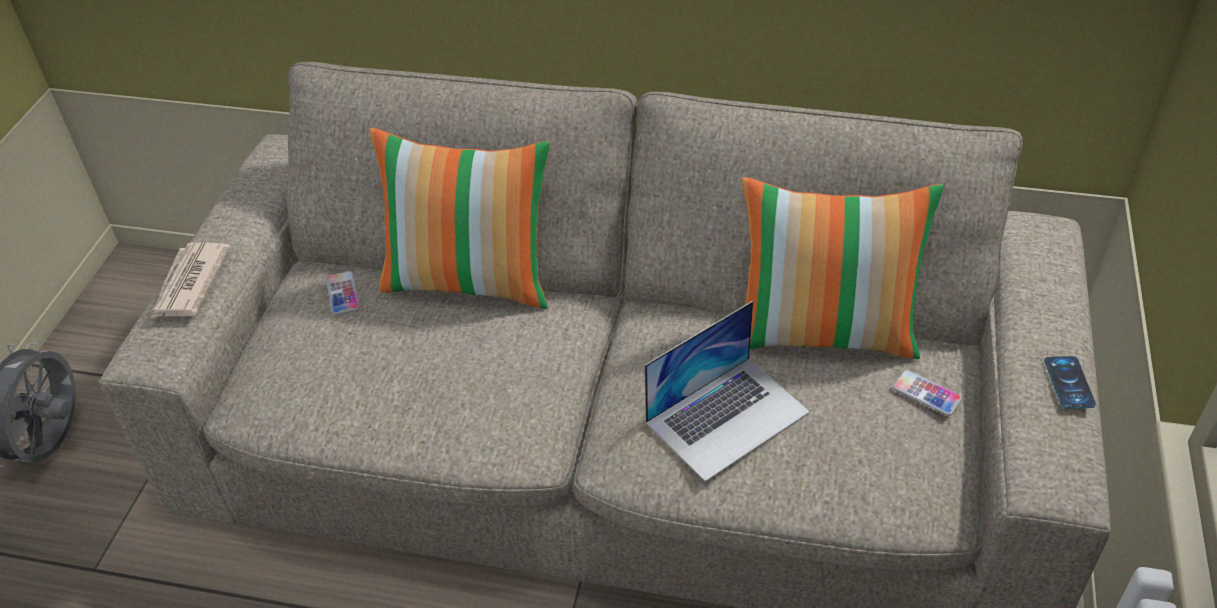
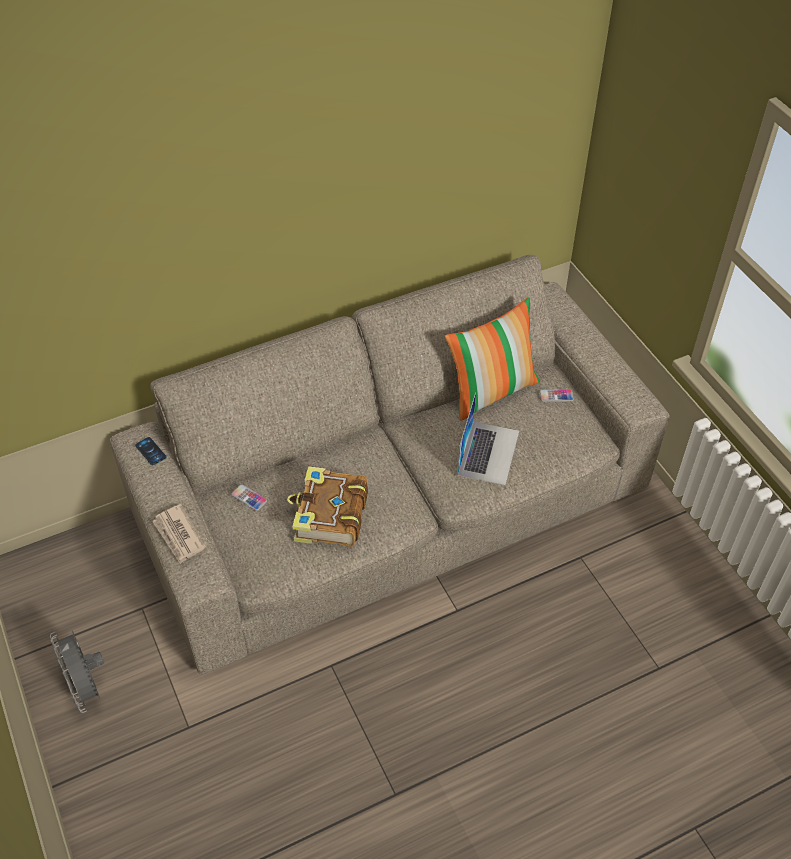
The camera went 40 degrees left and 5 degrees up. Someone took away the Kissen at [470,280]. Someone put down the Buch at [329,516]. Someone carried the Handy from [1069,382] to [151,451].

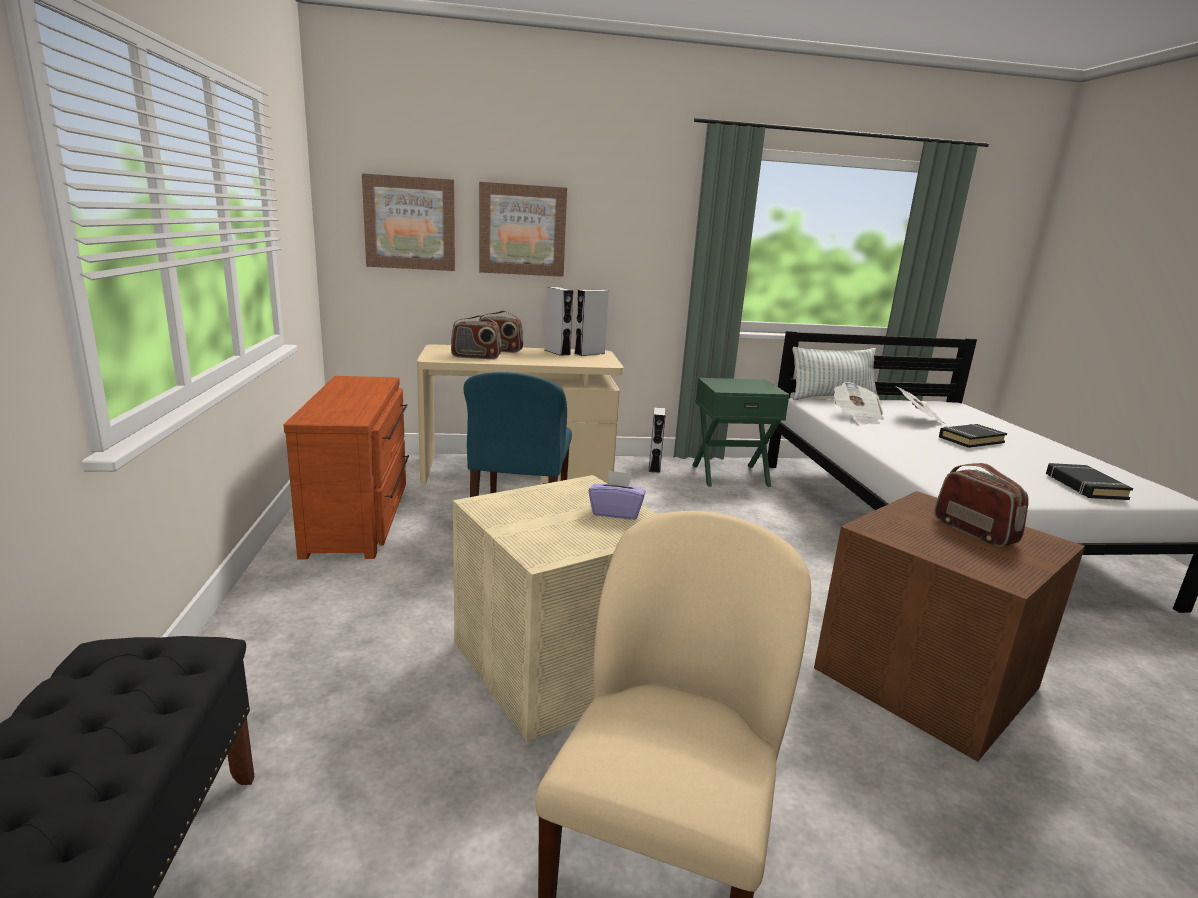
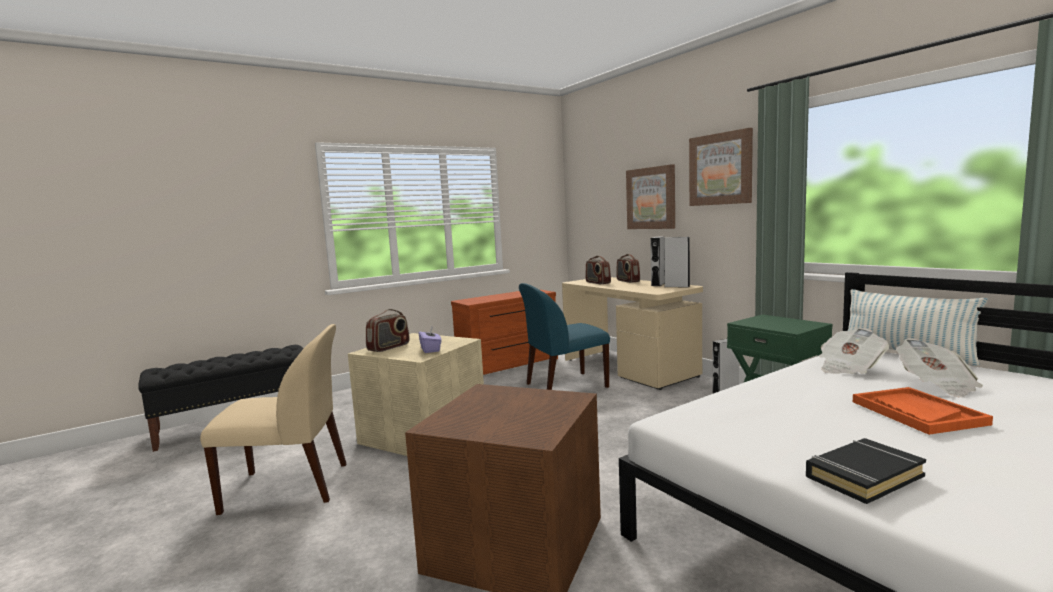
The camera went 65 degrees right and 10 degrees down. Someone carried the Bild from [410,223] to [720,169]. Someone carried the Radio from [974,531] to [389,347]. Someone swapped the Buch [schwarz] at [970,440] for the Tablett [orange] at [917,412].

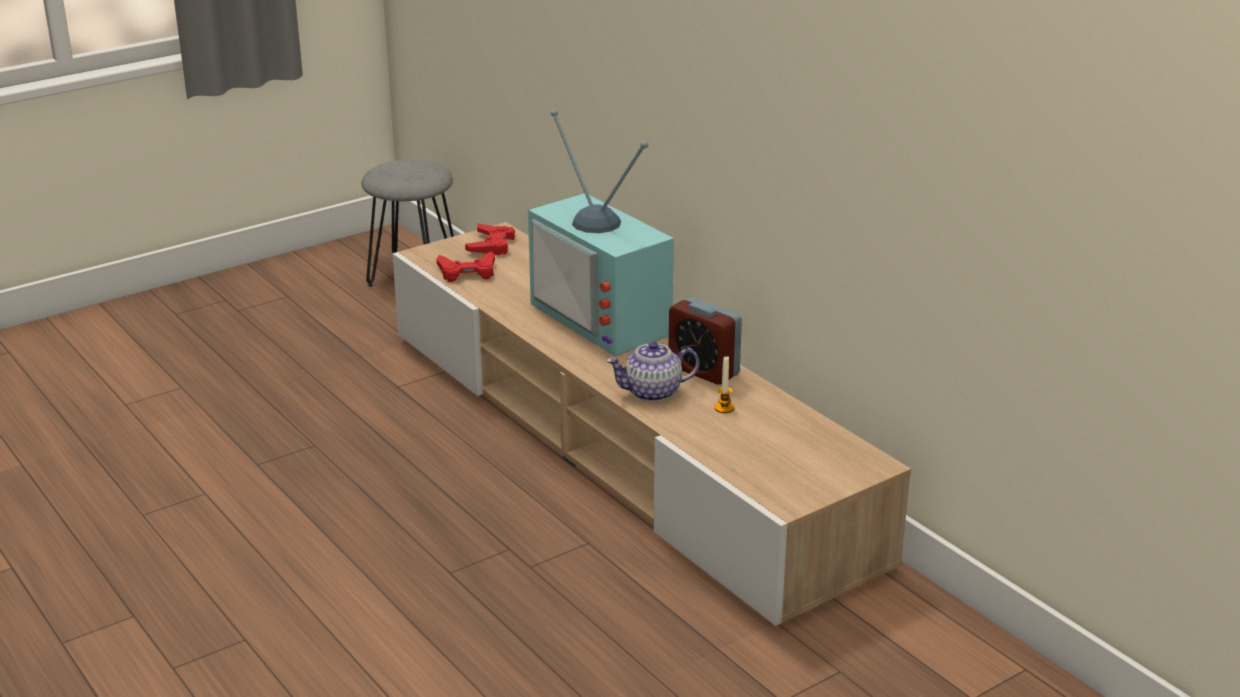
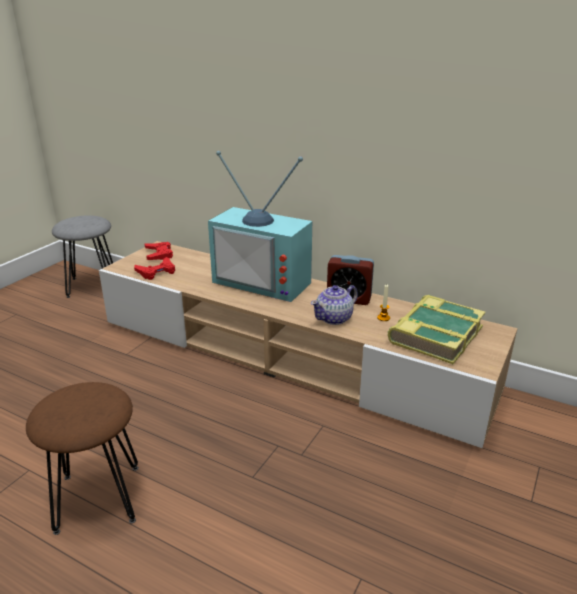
The camera went 25 degrees left and 0 degrees up. Someone put down the Hocker [braun] at [98,497]. Someone put down the Buch at [435,335].

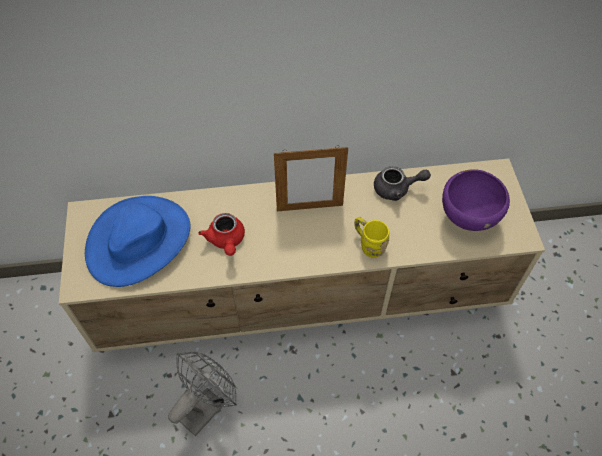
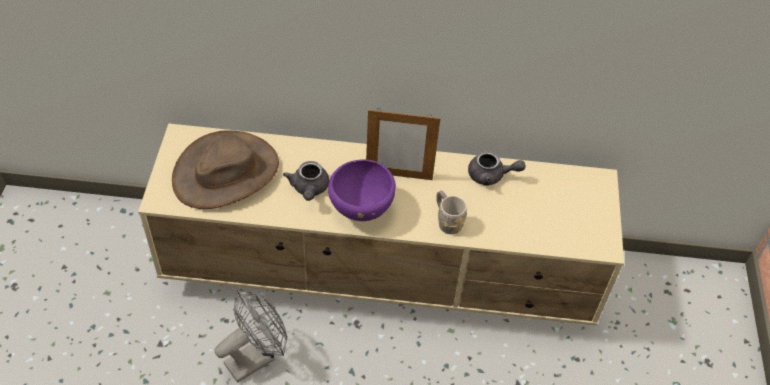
The camera went 10 degrees right and 5 degrees down. Someone carried the Schüssel [lila] from [467,218] to [361,210]. Someone repainted the Hut [blau] at [139,241], which became the Hut [braun] at [226,172]. Someone repainted the Teekanne [rot] at [226,241], which became the Teekanne [grau] at [309,189]. Someone repainted the Henkelbecher [gelb] at [368,244], which became the Henkelbecher [grau] at [447,221].

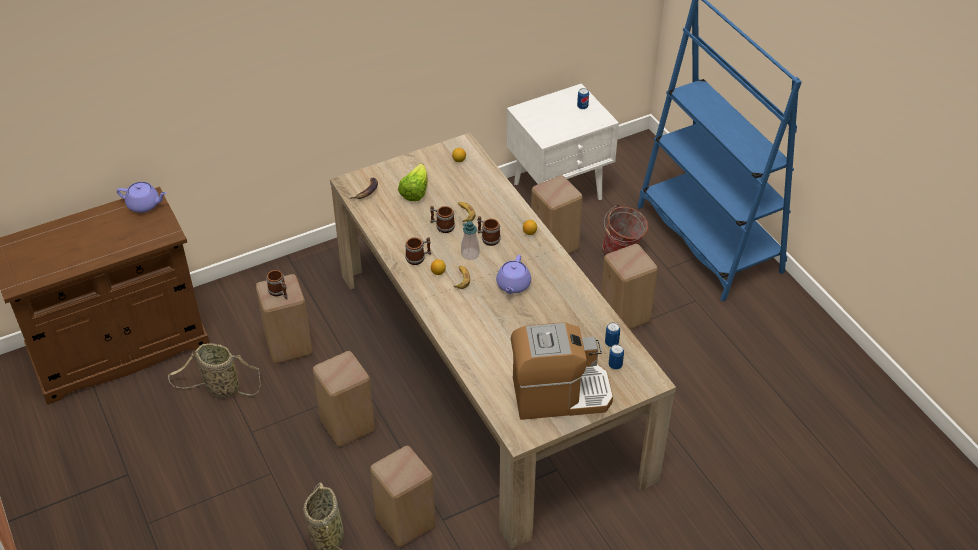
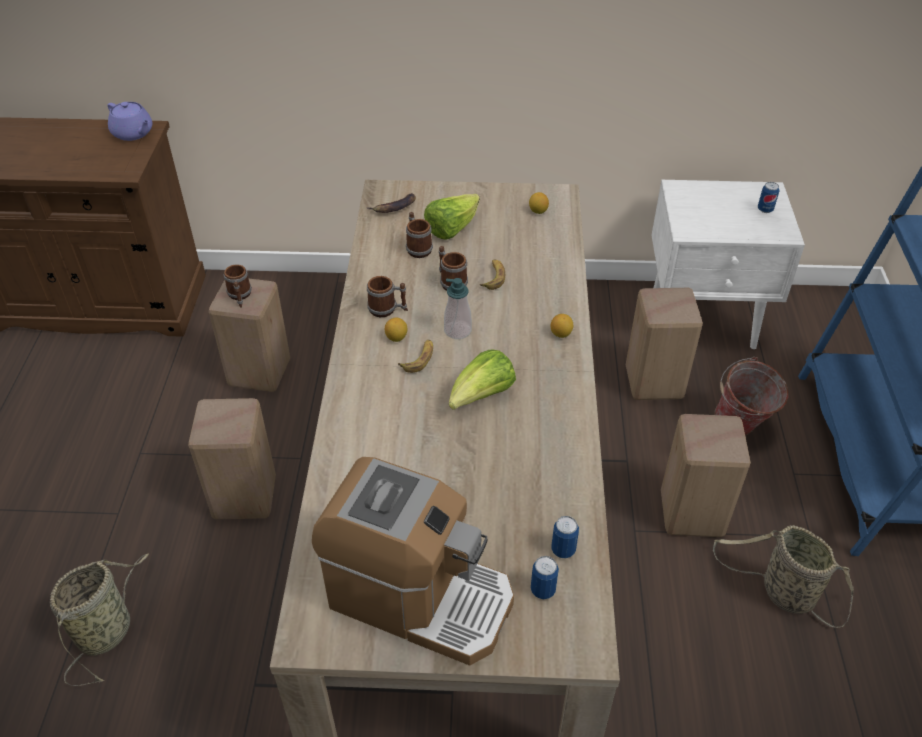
The camera went 30 degrees right and 0 degrees up. Someone took away the Hocker [beige] at [403,522]. Someone carried the Korb from [220,388] to [783,592]. Someone carried the Henkelbecher from [488,238] to [417,247]. Someone swapped the Teekanne [lila] at [513,285] for the Salatkopf at [482,396].

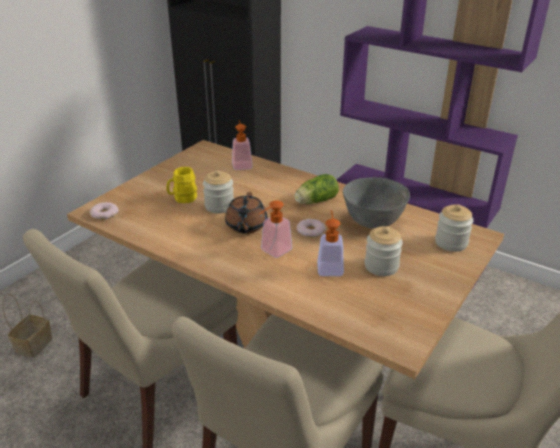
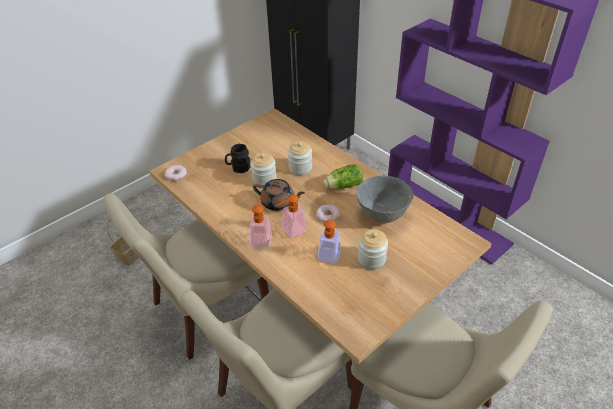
The camera went 15 degrees right and 10 degrees up. Someone carried the Seifenspender from [241,164] to [261,237]. Someone carried the Vorratsglas from [451,243] to [300,168]. Someone repainted the Henkelbecher [gelb] at [182,198], which became the Henkelbecher [schwarz] at [238,168]. Someone rotated the Teekanne [braun] at [246,226] by 90 degrees counterclockwise.

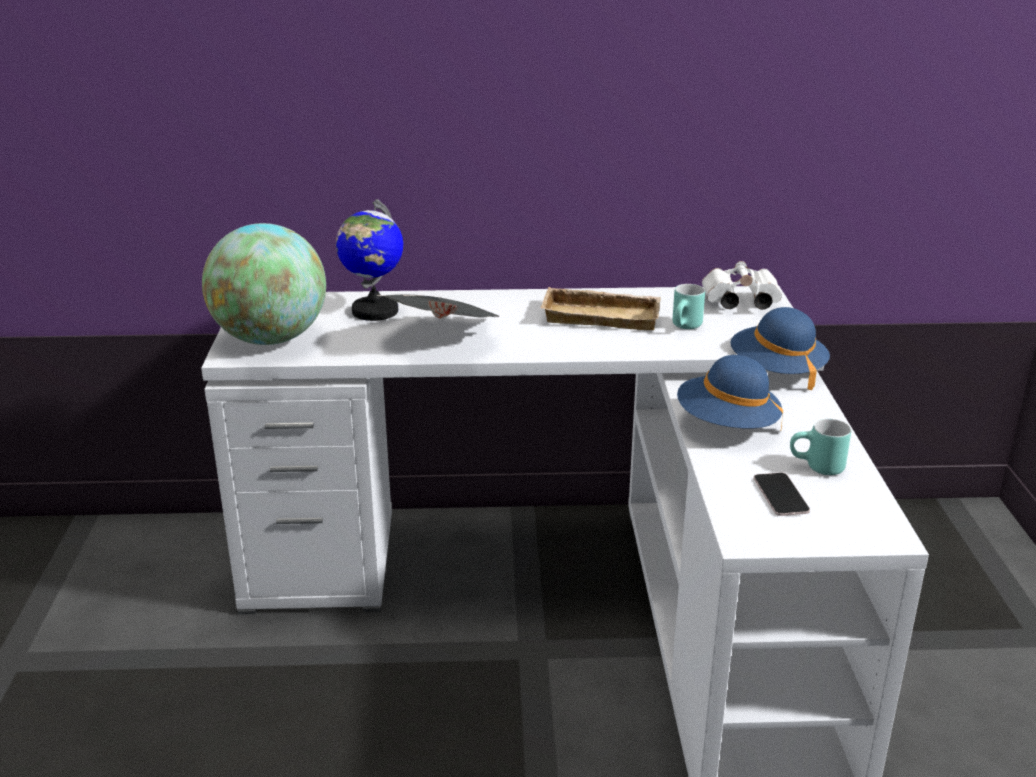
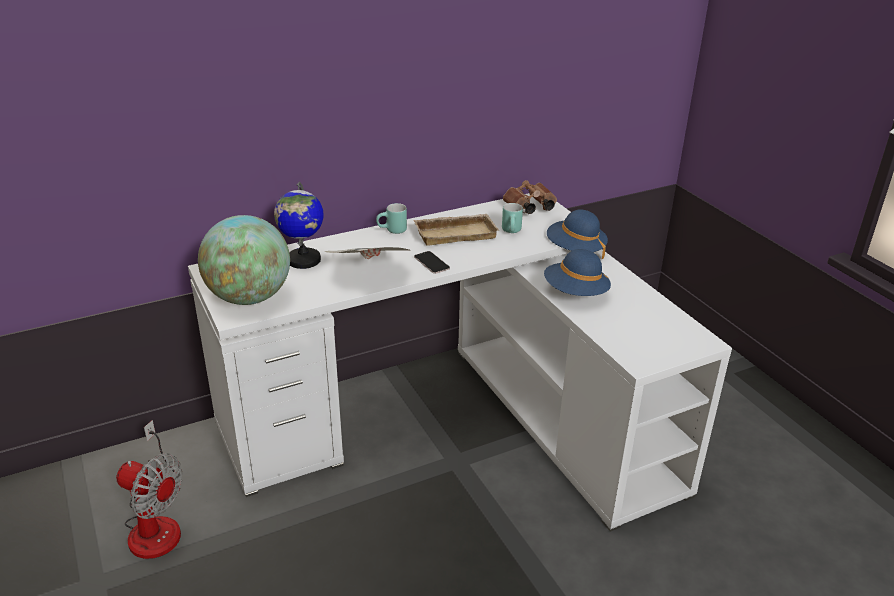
The camera went 25 degrees left and 5 degrees up. Someone put down the Ventilator at [156,523]. Someone carried the Handy from [780,495] to [431,263]. Someone carried the Henkelbecher [türkis] from [817,468] to [392,231]. Someone repainted the Fernglas [weiß] at [738,303], which became the Fernglas [braun] at [529,208].

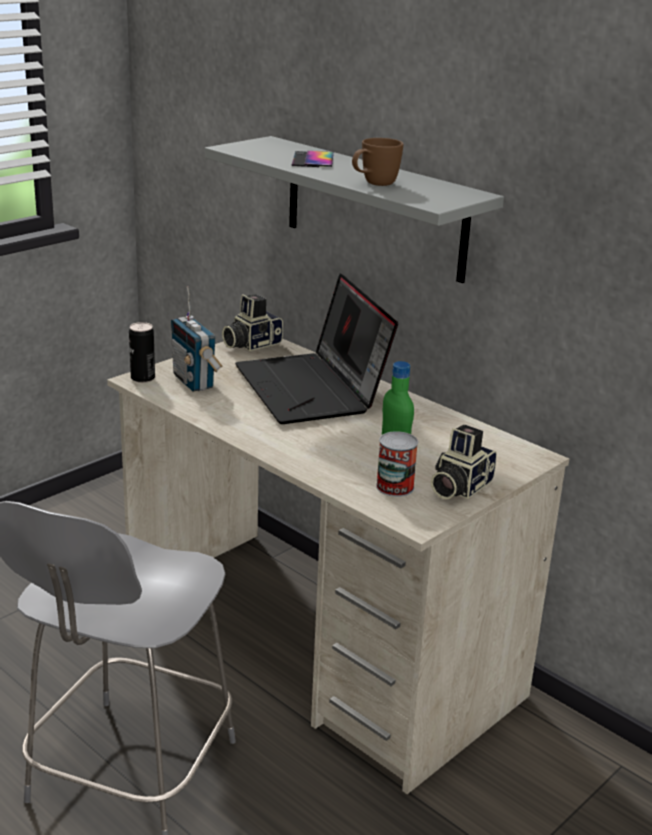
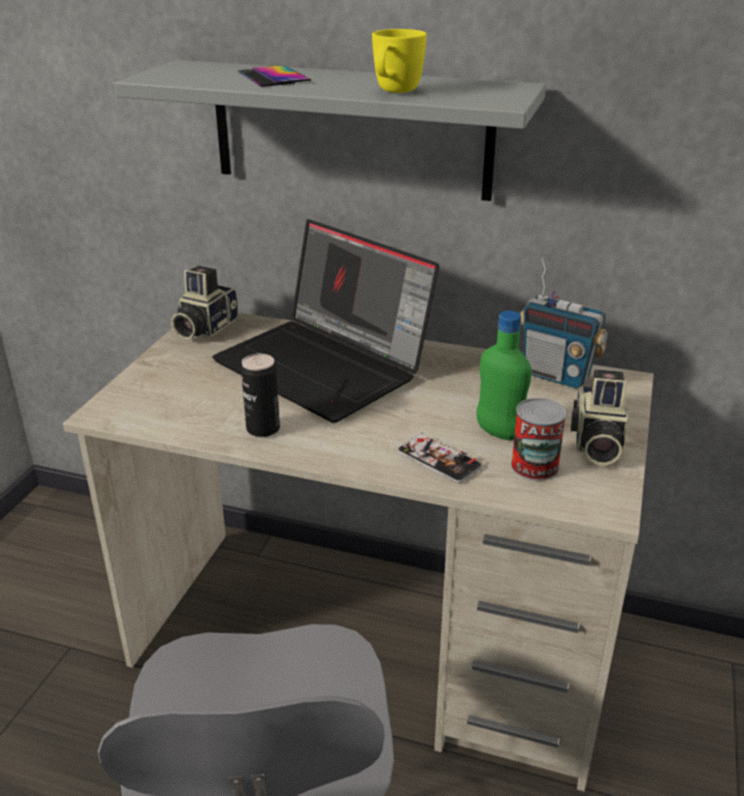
The camera went 25 degrees left and 5 degrees up. Someone put down the Handy at [439,460]. Someone carried the Dose from [143,378] to [263,429]. Someone carried the Radio from [194,382] to [556,375]. Someone repainted the Henkelbecher [braun] at [374,185], which became the Henkelbecher [gelb] at [394,93].

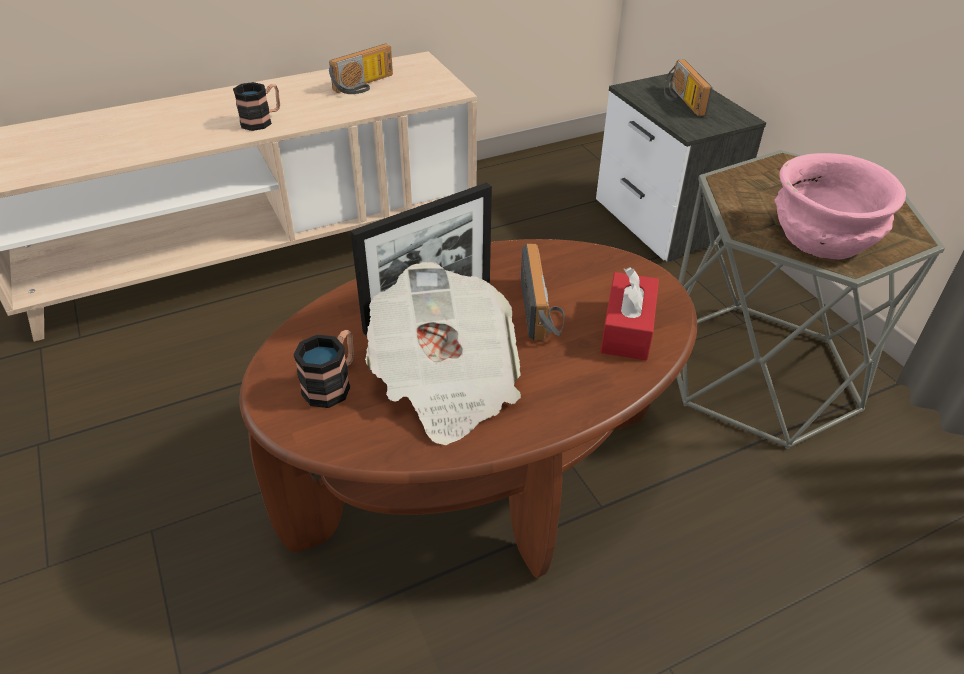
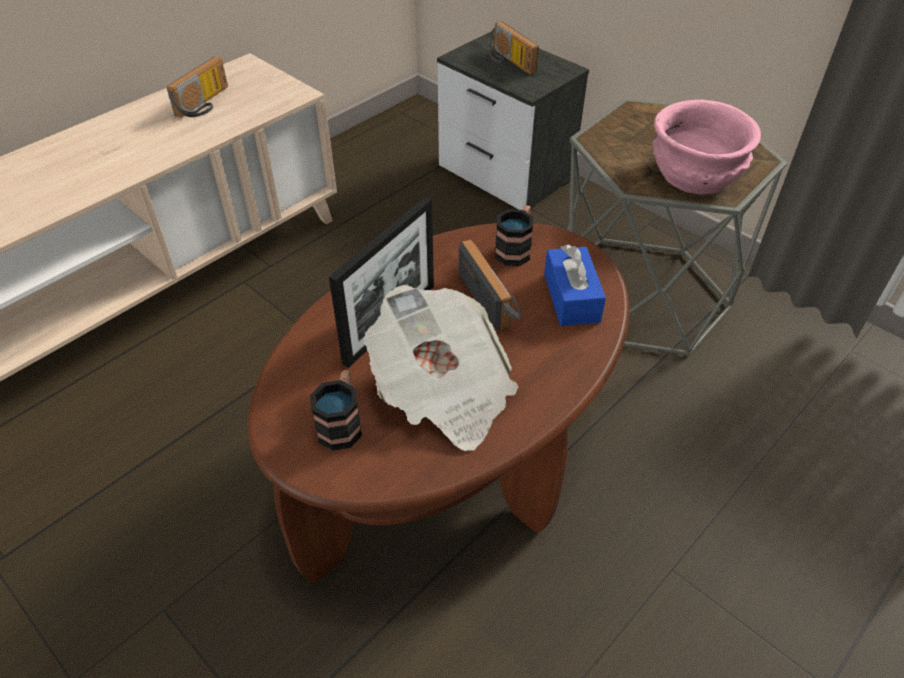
The camera went 20 degrees left and 5 degrees up. Someone carried the Henkelbecher from [262,121] to [515,249]. Someone repainted the Taschentuchbox [rot] at [627,329], which became the Taschentuchbox [blau] at [571,297].

